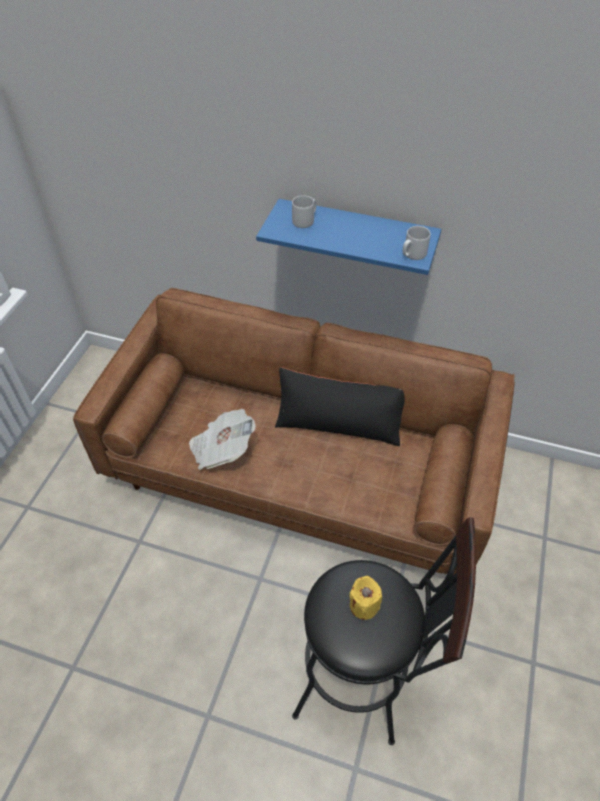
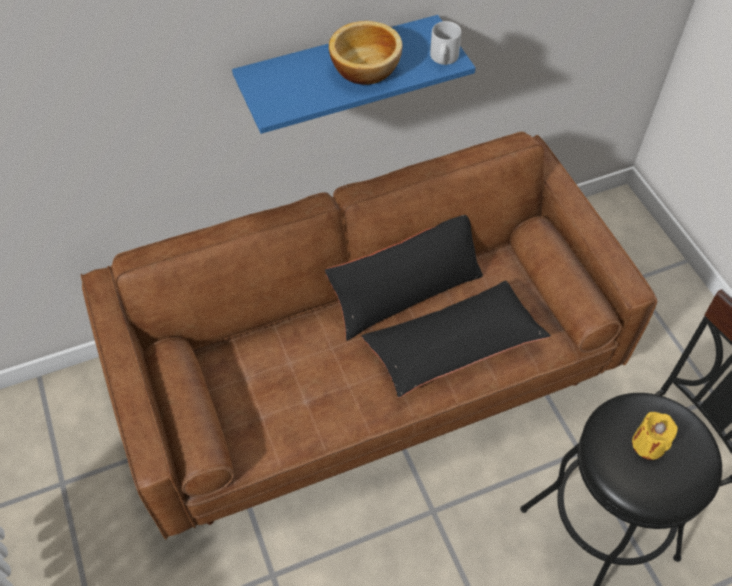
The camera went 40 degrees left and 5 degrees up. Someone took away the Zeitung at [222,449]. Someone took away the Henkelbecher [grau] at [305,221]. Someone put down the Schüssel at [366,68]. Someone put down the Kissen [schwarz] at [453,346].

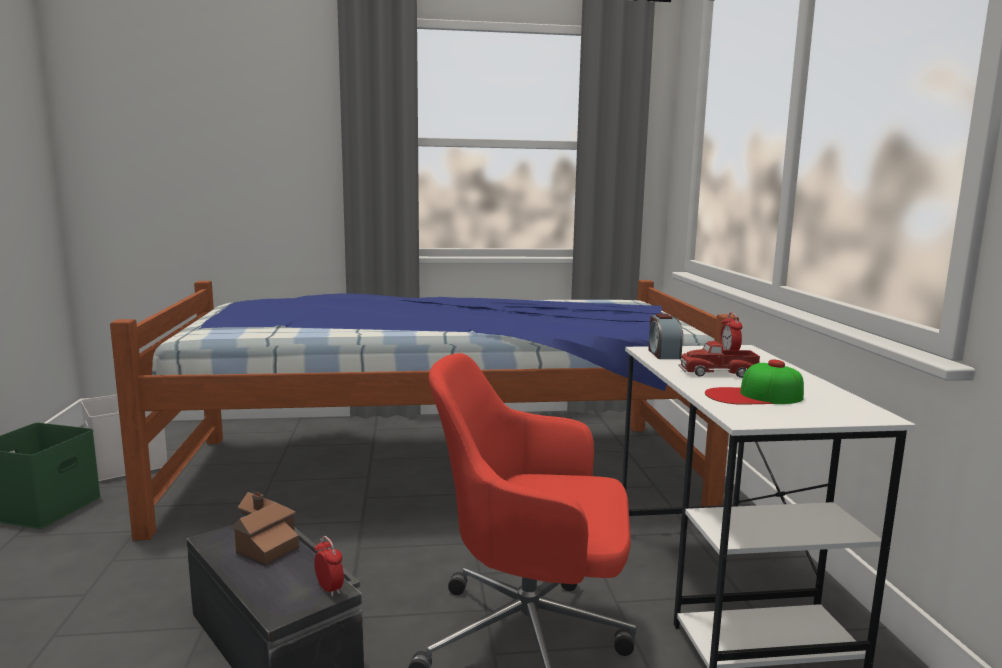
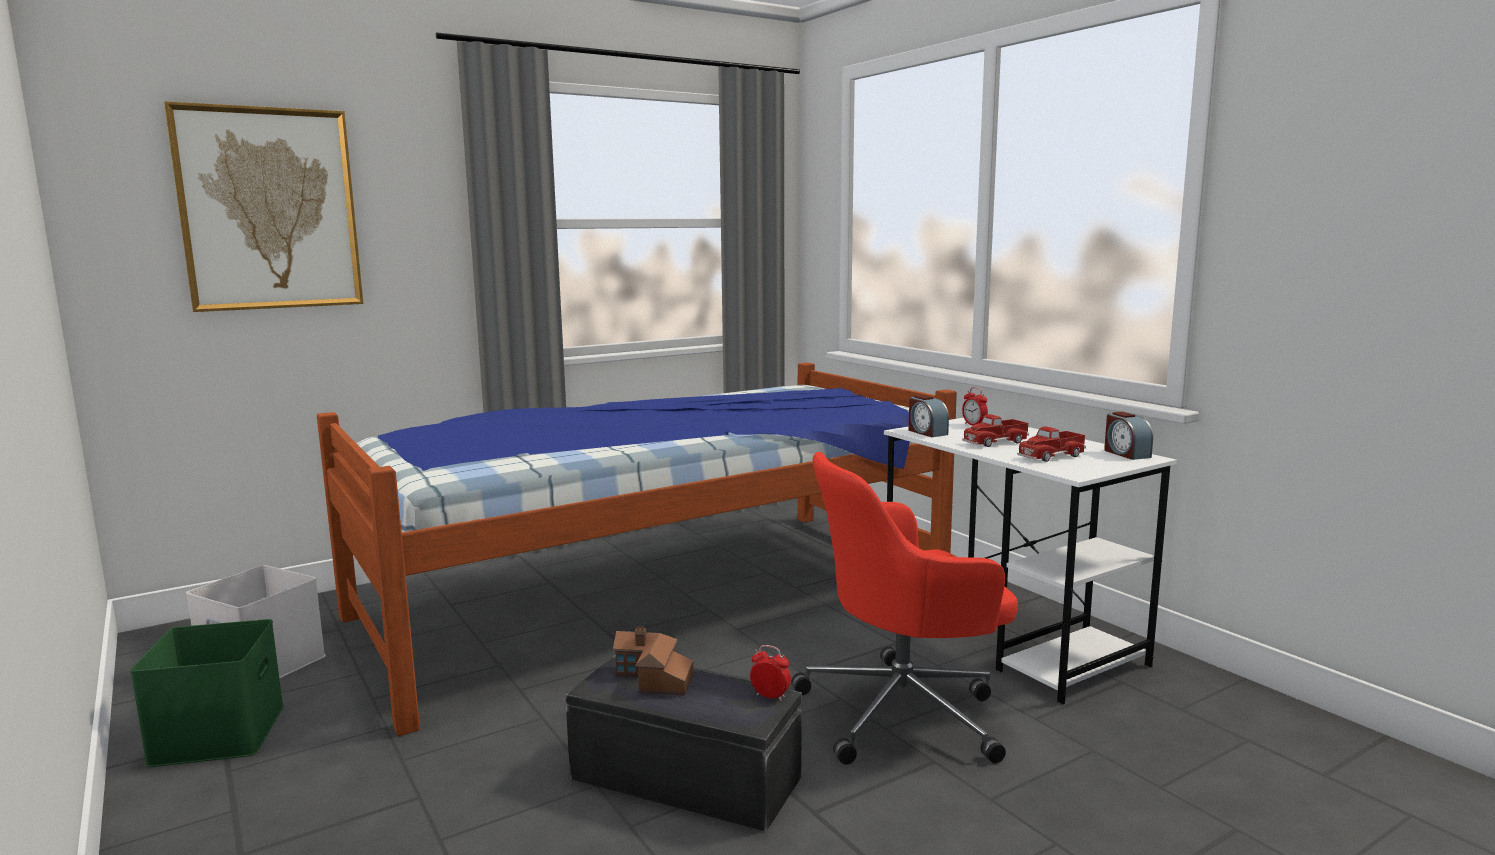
The camera went 25 degrees left and 0 degrees up. Someone put up the Bild at [269,209]. Someone put down the Wecker at [1126,453]. Someone swapped the Kappe at [754,396] for the Spielzeuglaster at [1051,456].

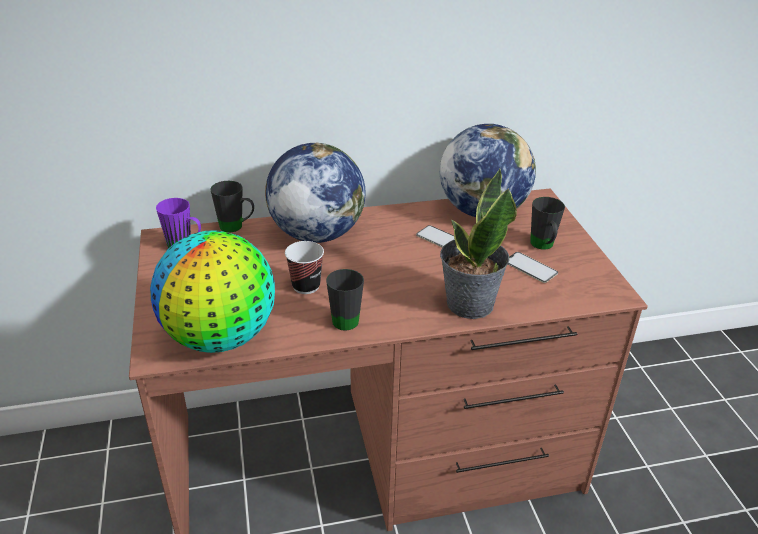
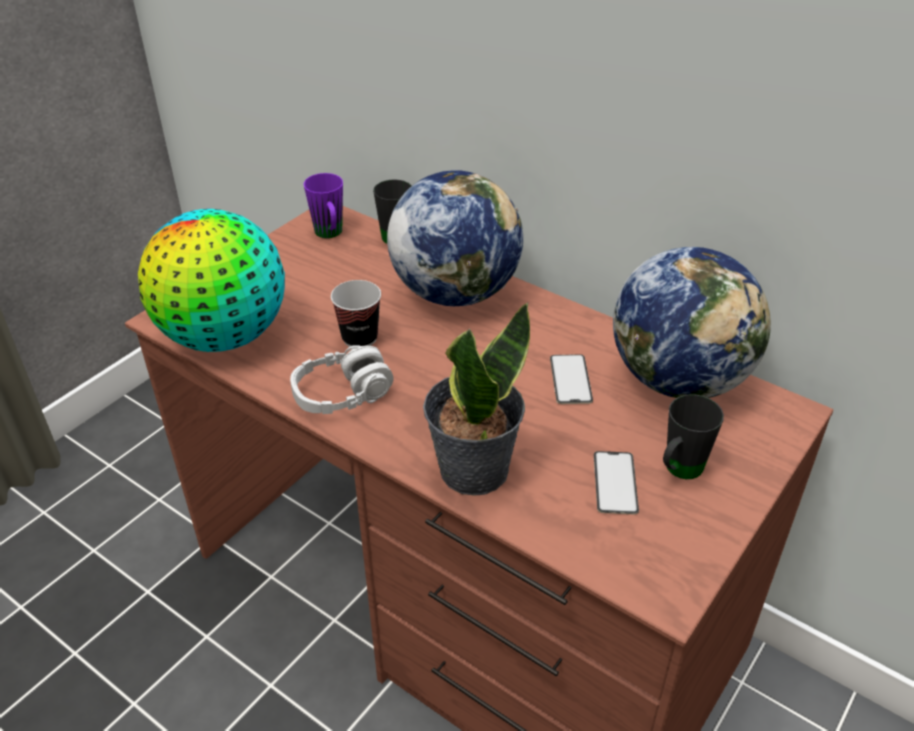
The camera went 50 degrees right and 5 degrees up. Someone swapped the Henkelbecher [schwarz] at [348,317] for the Kopfhörer [grau] at [342,394].

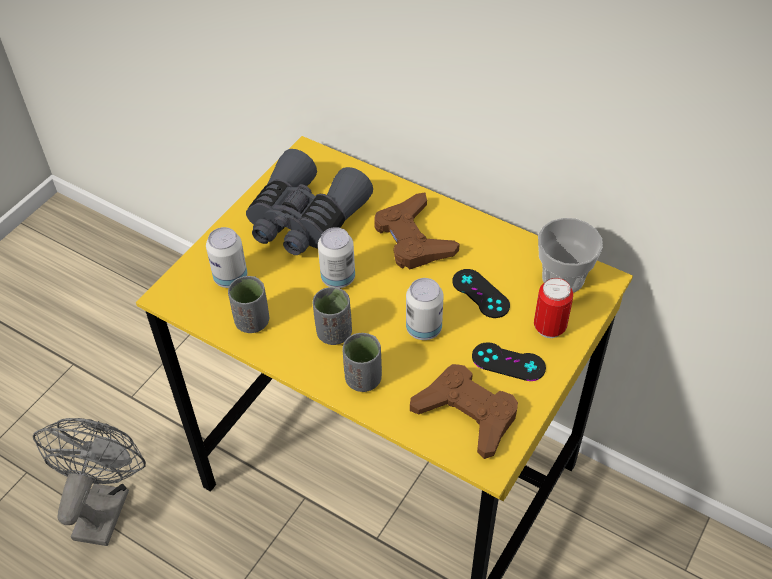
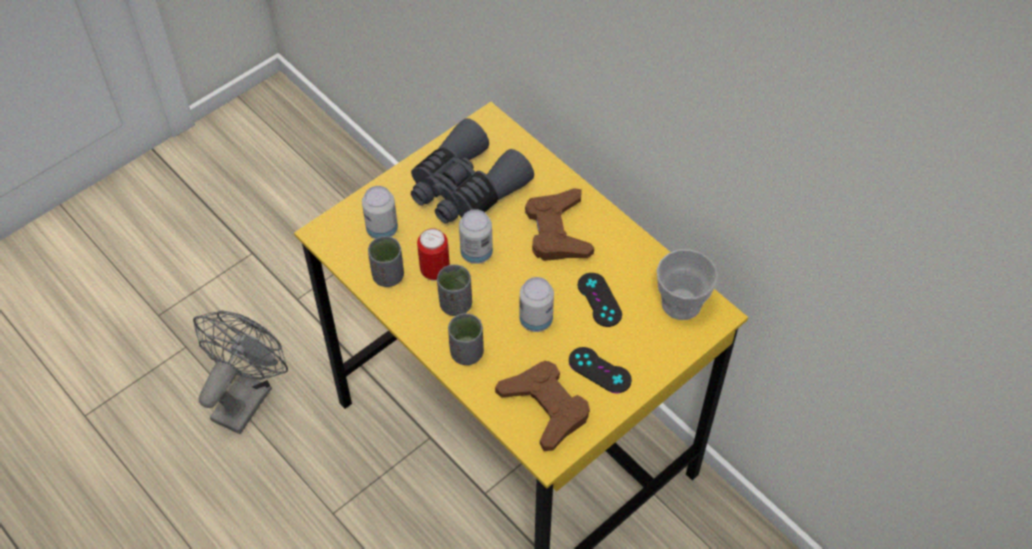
The camera went 15 degrees right and 5 degrees up. Someone carried the Dose from [549,328] to [435,271].

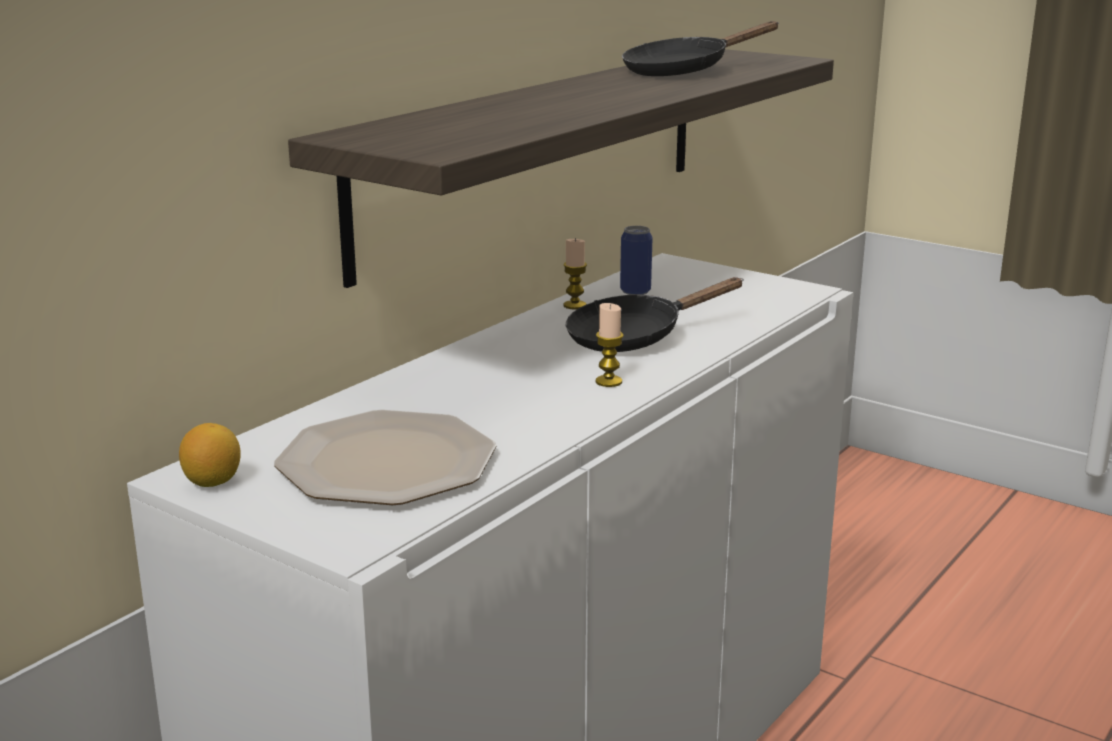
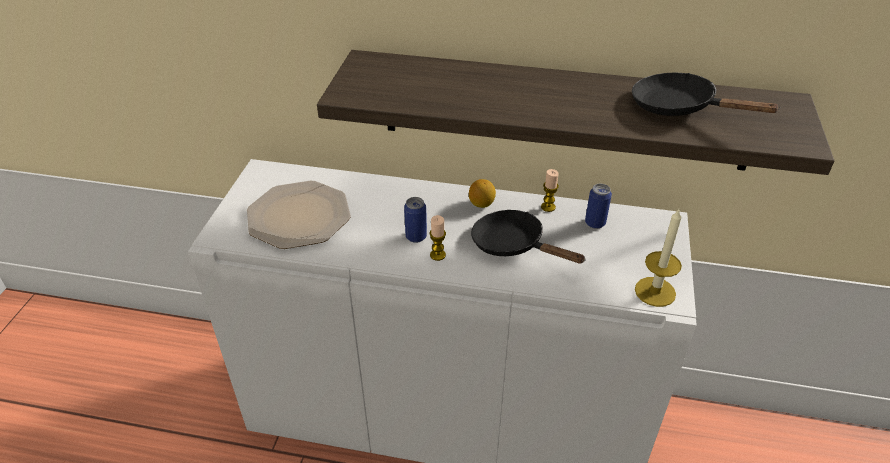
The camera went 65 degrees right and 20 degrees up. Someone put down the Dose at [416,236]. Someone put down the Kerze at [655,291]. Someone carried the Zitrone from [212,482] to [481,204].

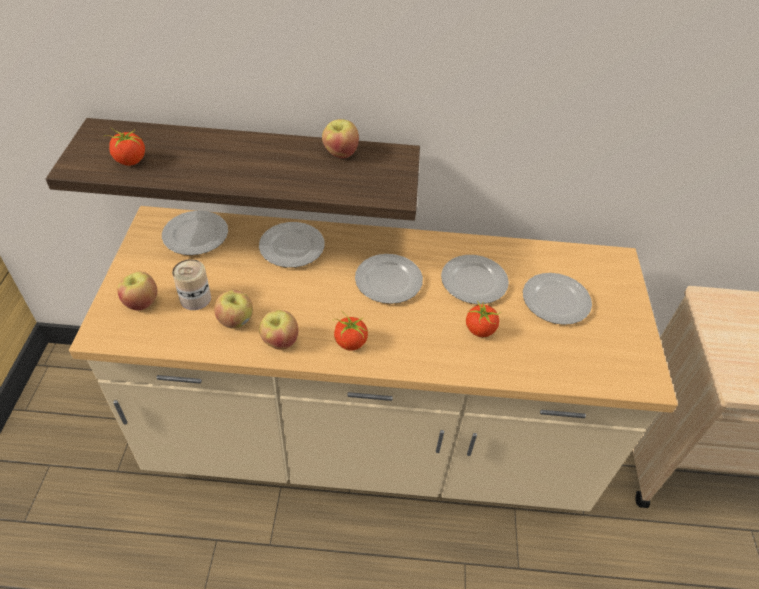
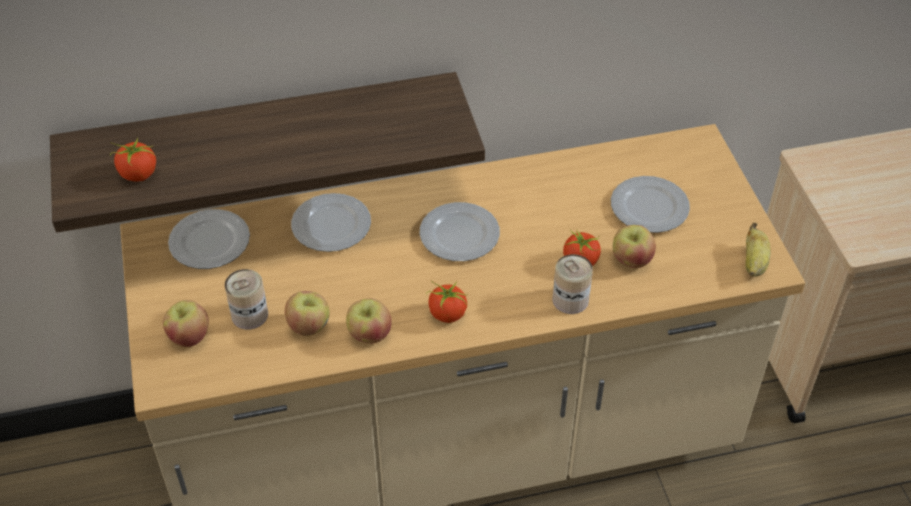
The camera went 15 degrees left and 0 degrees up. Someone took away the Teller at [473,282]. Someone put down the Dose at [570,300]. Someone put down the Banane at [754,263]. Someone carried the Apfel from [340,153] to [631,260].

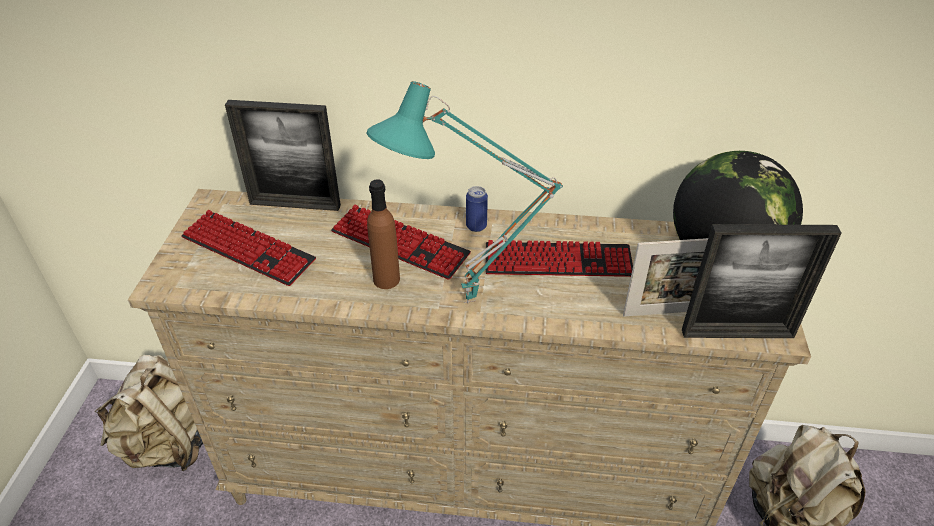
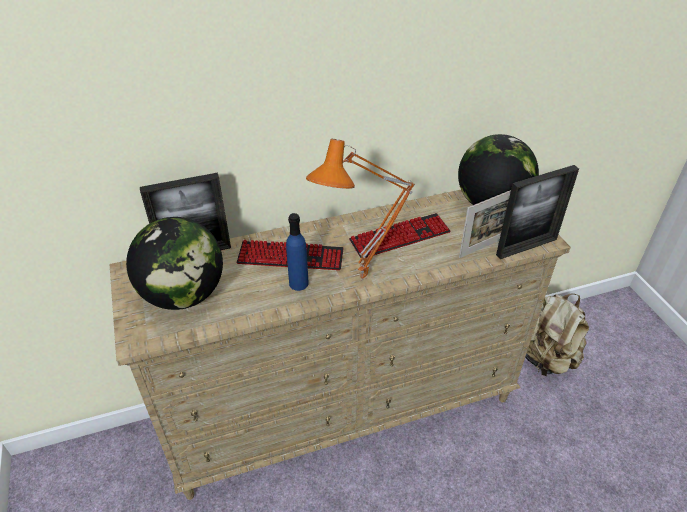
The camera went 25 degrees left and 0 degrees up. Someone took away the Rucksack [beige] at [169,444]. Someone took away the Dose at [476,226]. Someone swapped the Tastatur at [248,249] for the Globus at [184,295]. Someone repainted the Tischlampe [türkis] at [471,305], which became the Tischlampe [orange] at [365,282]. Someone repainted the Flasche [braun] at [386,279], which became the Flasche [blau] at [298,283].

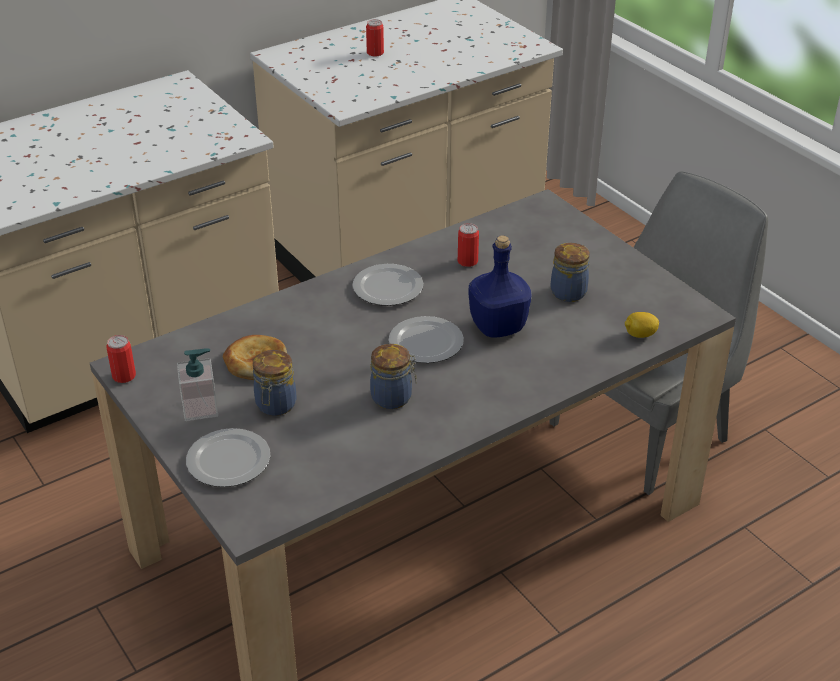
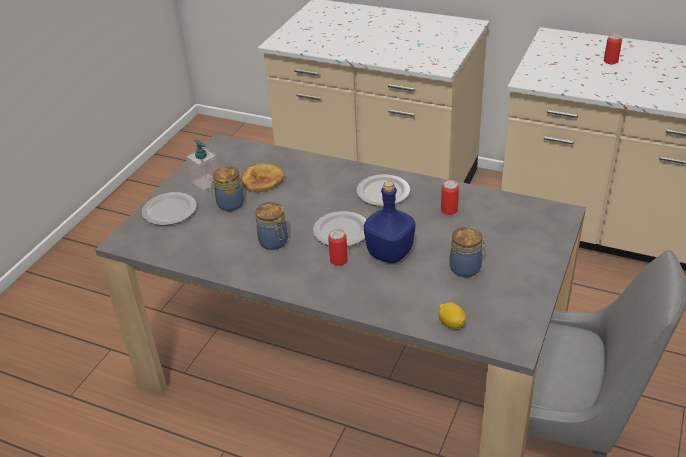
The camera went 60 degrees right and 0 degrees up. Someone carried the Dose from [124,376] to [338,260].

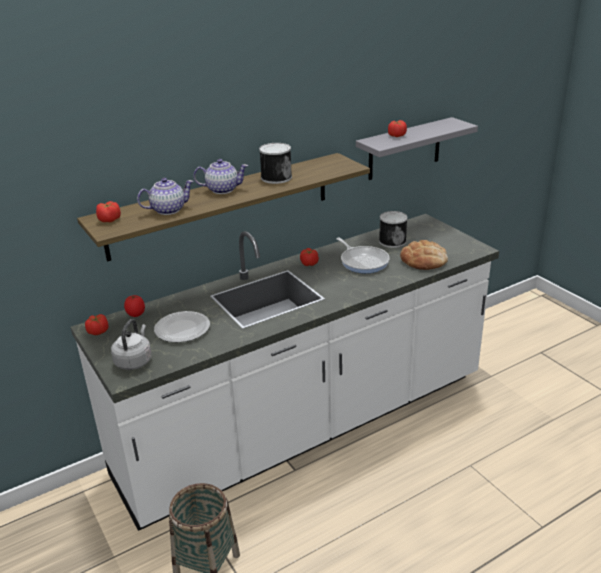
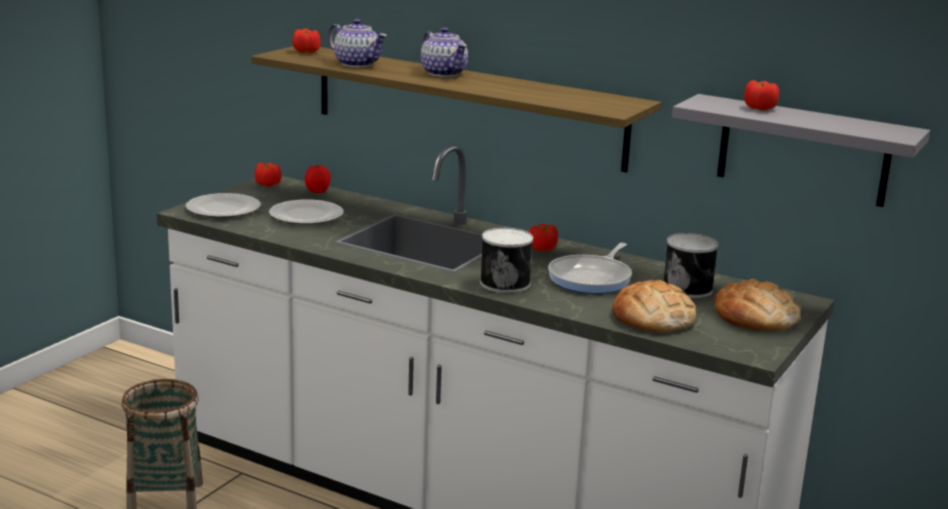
The camera went 60 degrees right and 10 degrees down. Someone put down the Brot at [755,316]. Someone carried the Dose from [276,177] to [505,283]. Someone swapped the Wasserkessel [grau] at [134,361] for the Teller at [224,209].

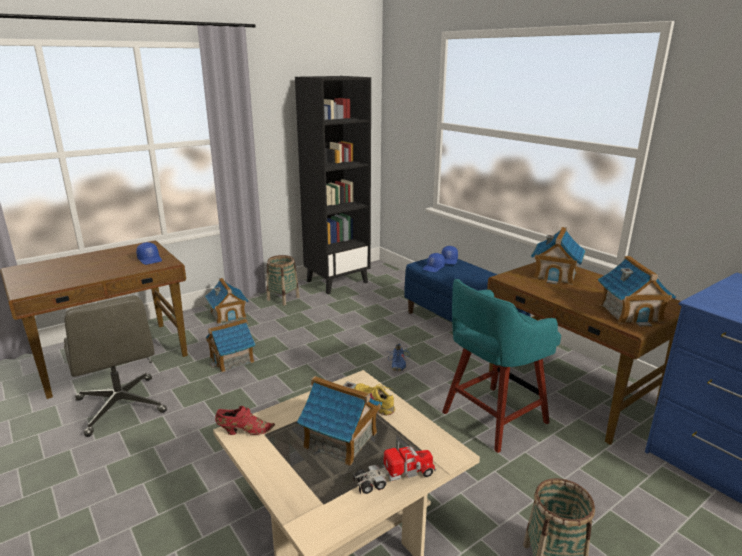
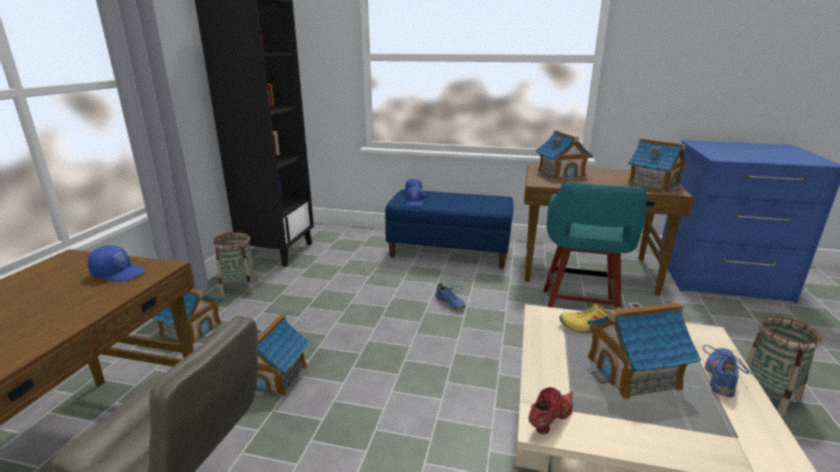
The camera went 40 degrees left and 0 degrees up. Someone swapped the Spielzeuglaster at [394,477] for the Schuh [blau] at [722,377].

